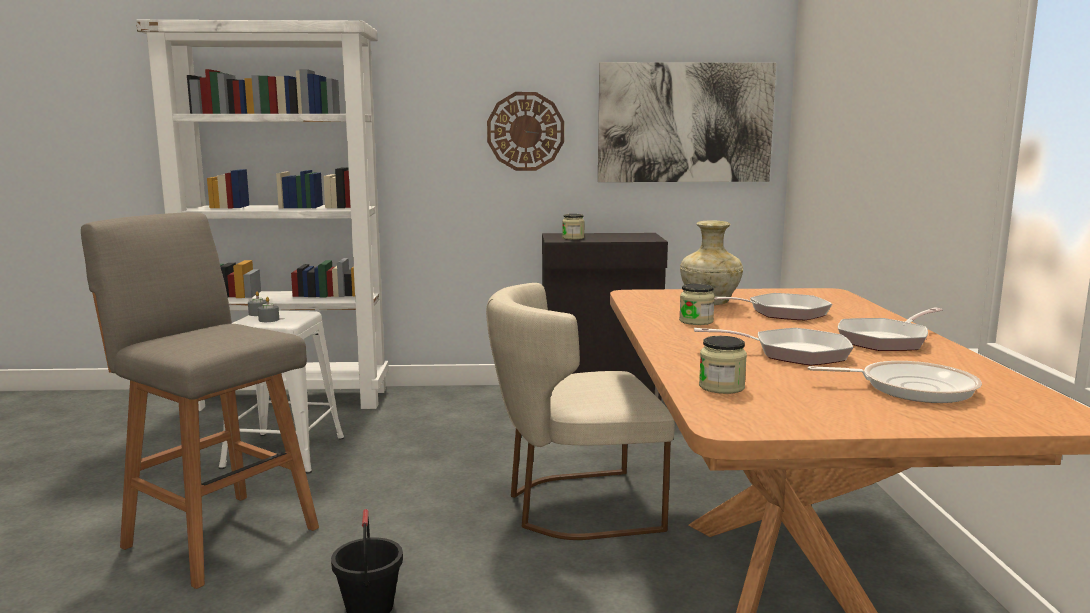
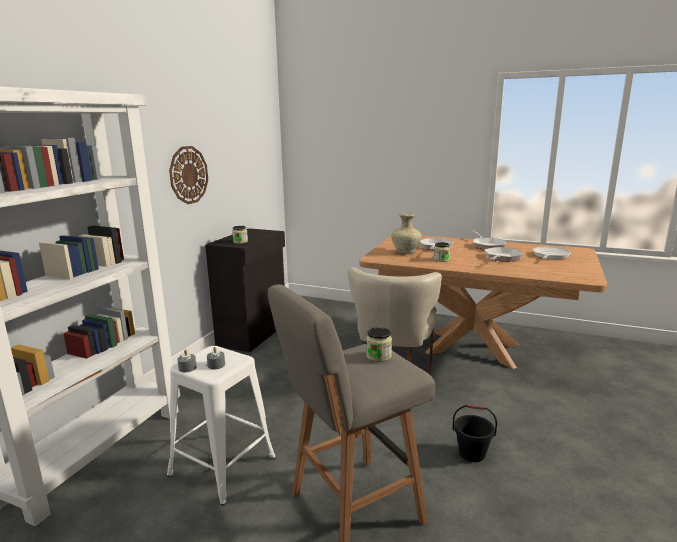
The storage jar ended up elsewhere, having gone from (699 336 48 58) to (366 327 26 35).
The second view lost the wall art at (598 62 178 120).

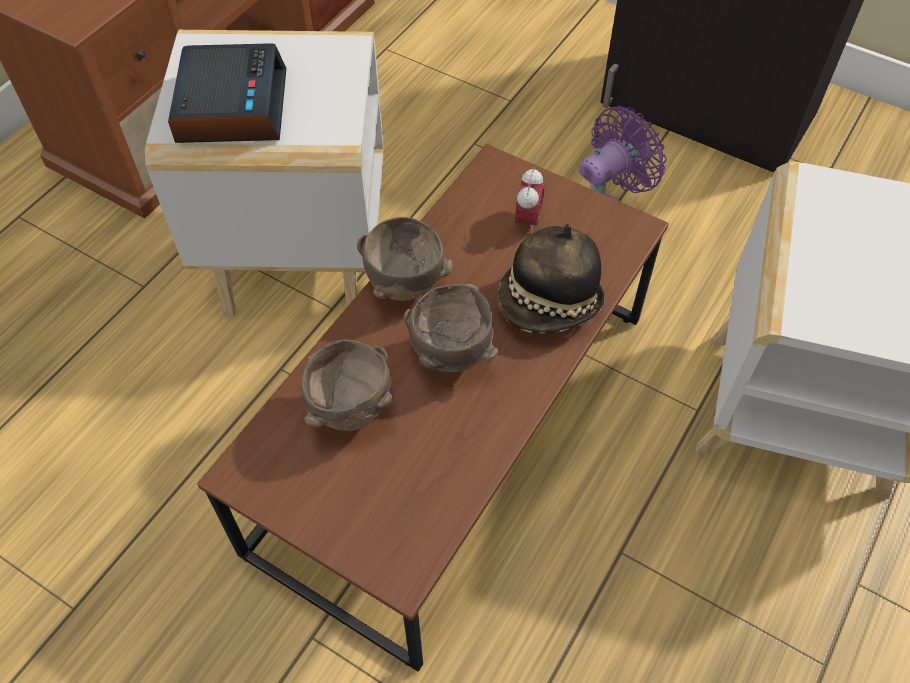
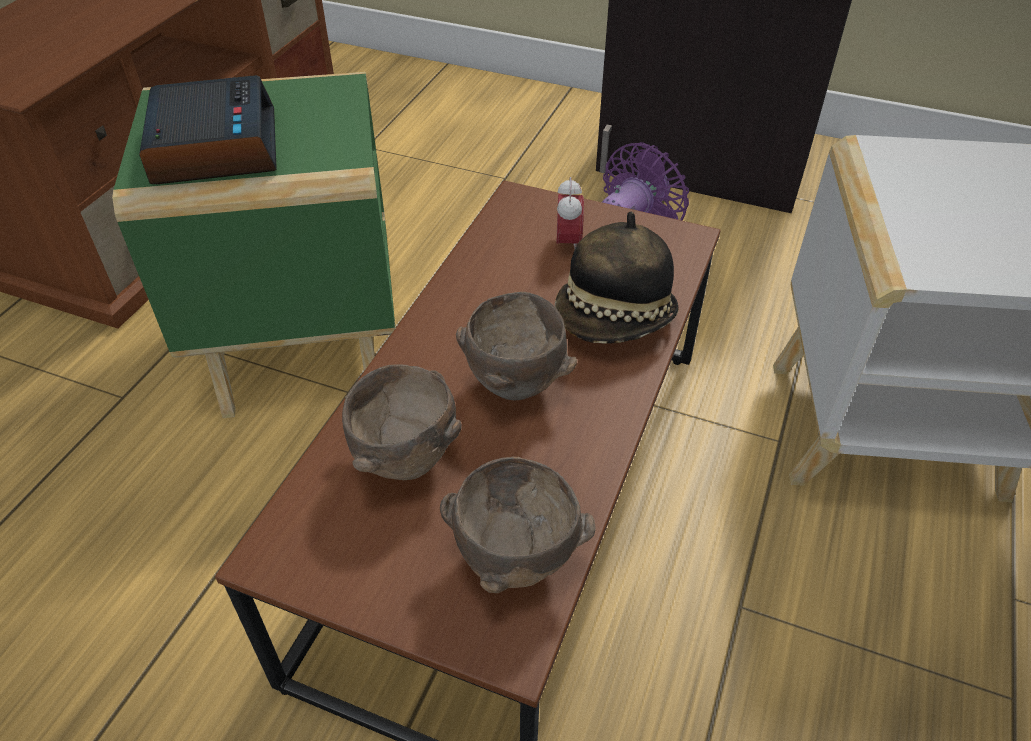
What was the white-coloured side table at (145 30 239 288) turned into the greenish side table at (112 72 283 346).
The brown bowl ended up elsewhere, having gone from (357 217 96 84) to (440 457 156 136).

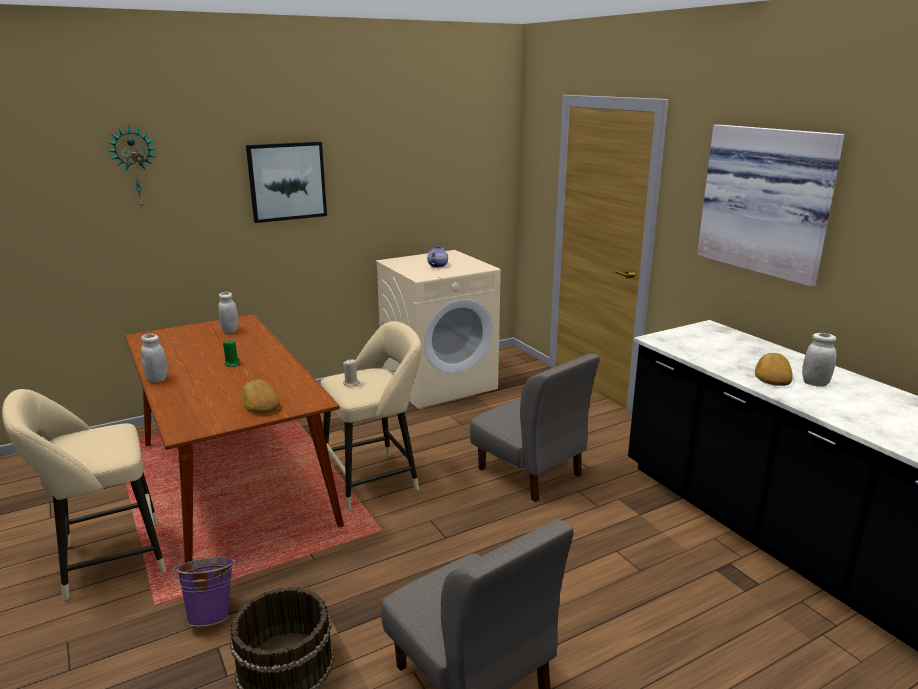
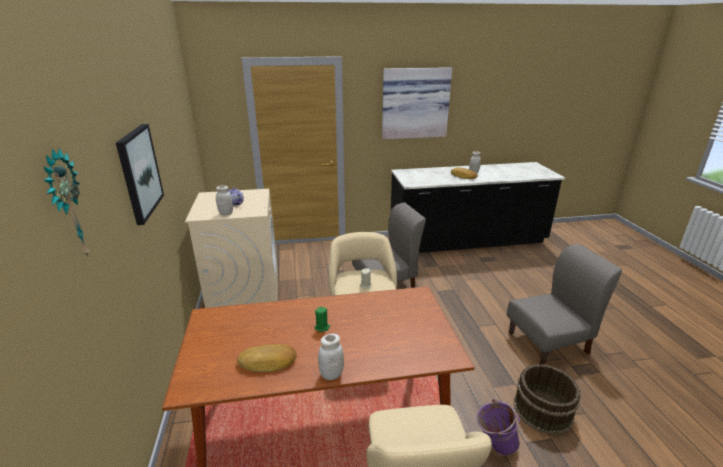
The white-coloured storage jar ended up elsewhere, having gone from (219 292 19 41) to (216 186 17 29).
The bakery bread ended up elsewhere, having gone from (241 380 39 34) to (237 344 60 28).

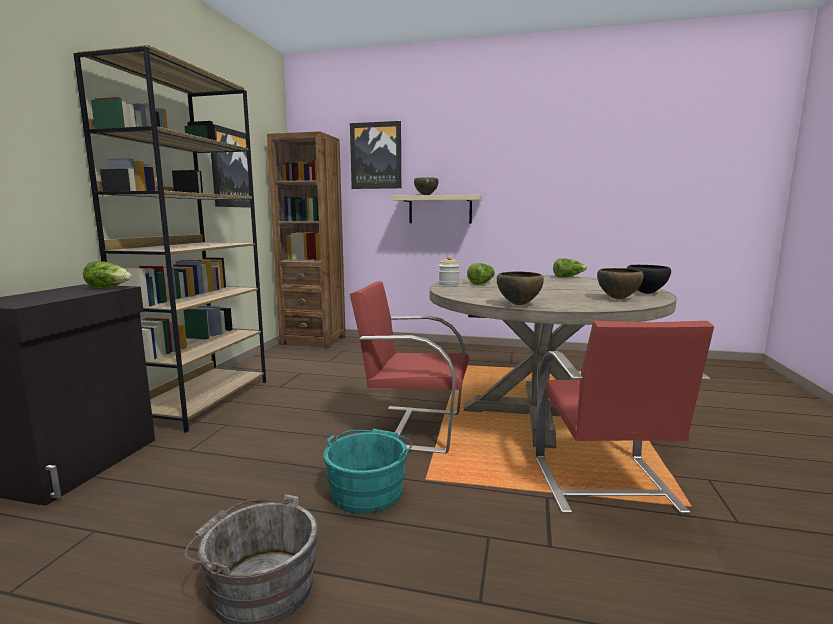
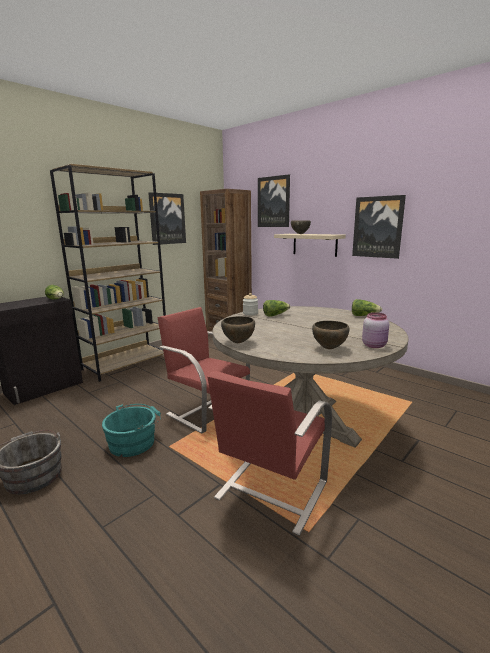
The second view gained the wall art at (352 195 54 64).
Where the black-coloured bowl stood at (627 265 44 29), the pink storage jar came to stand at (362 312 27 36).

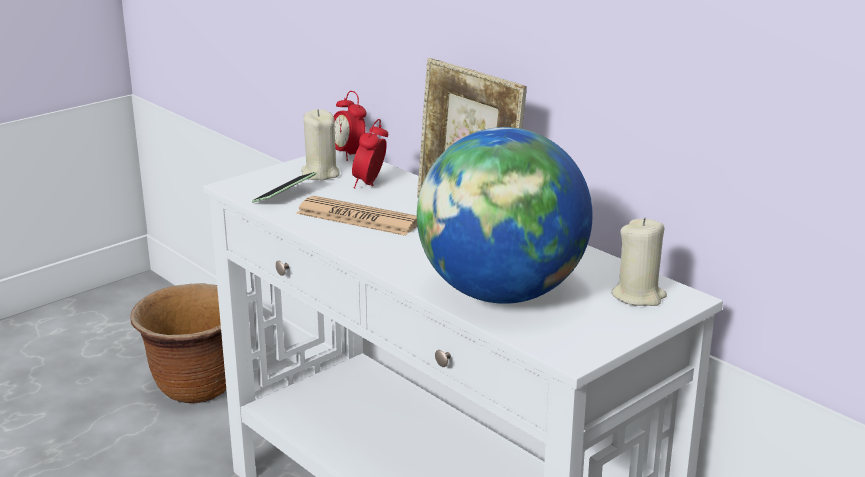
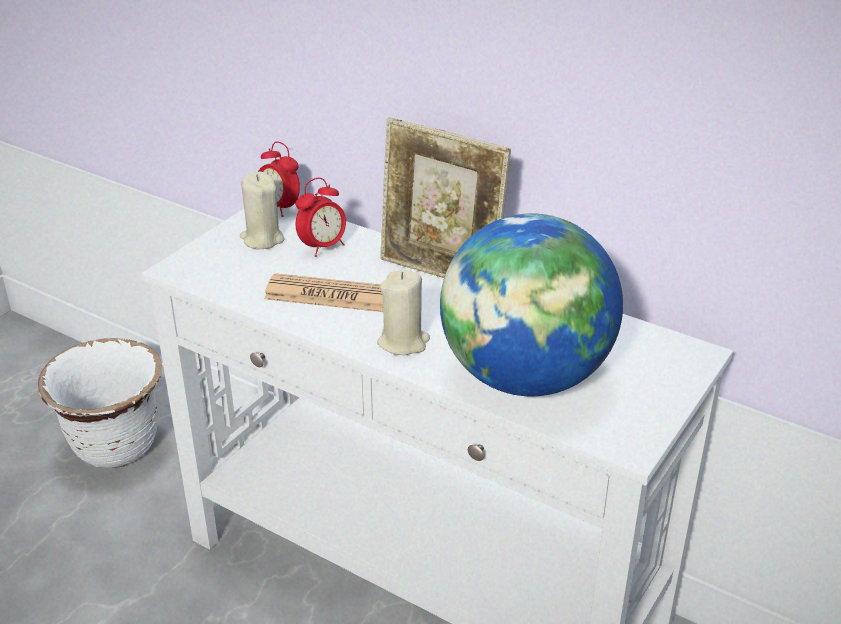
What was the brown planter at (130 283 96 121) turned into the white-coloured planter at (38 338 125 130).
The alarm clock at (352 119 36 70) ended up facing another way, 135 degrees counterclockwise from before.
The beige candle ended up elsewhere, having gone from (611 218 56 88) to (377 270 53 85).
The second view lost the telephone at (252 172 65 31).

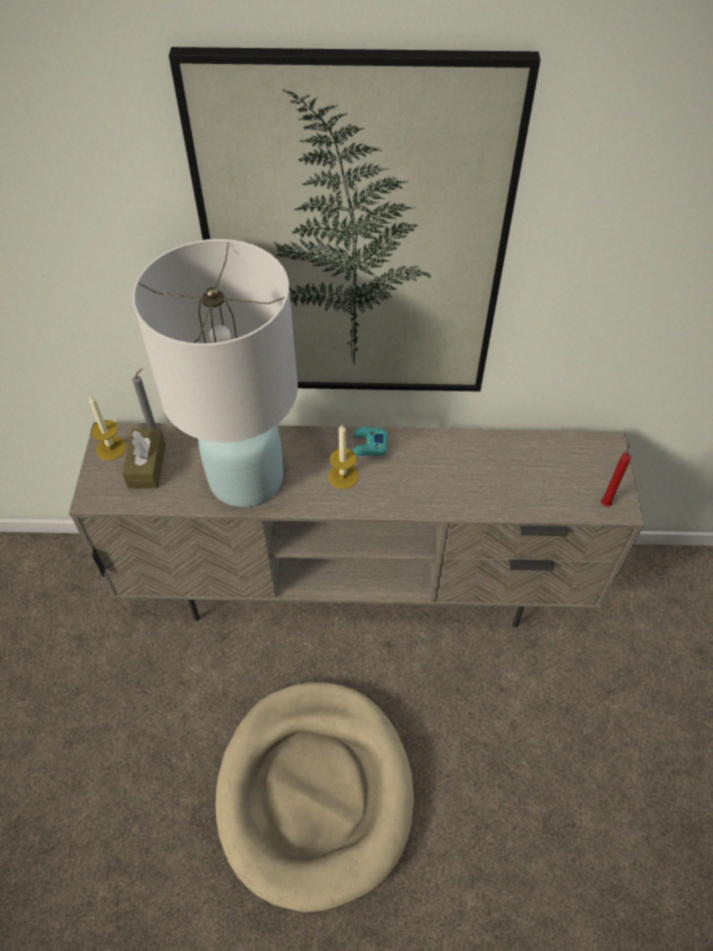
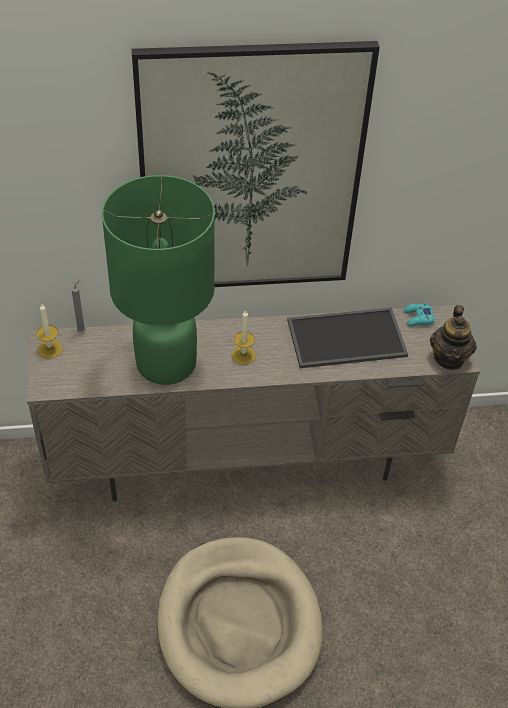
What was the white-coloured tabletop lamp at (132 239 166 268) turned into the greenish tabletop lamp at (102 175 113 210).
The second view gained the tray at (287 307 121 61).
The turquoise-coloured game controller ended up elsewhere, having gone from (352 427 35 29) to (404 303 31 23).
Where the reddish candle stood at (601 443 30 64), the tea pot came to stand at (430 305 47 65).
The second view lost the brown tissue box at (122 429 44 60).

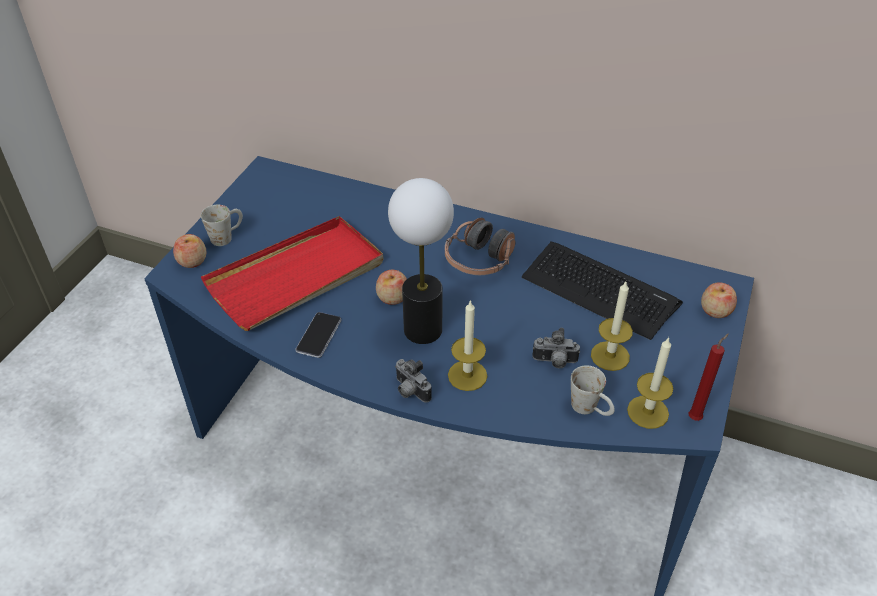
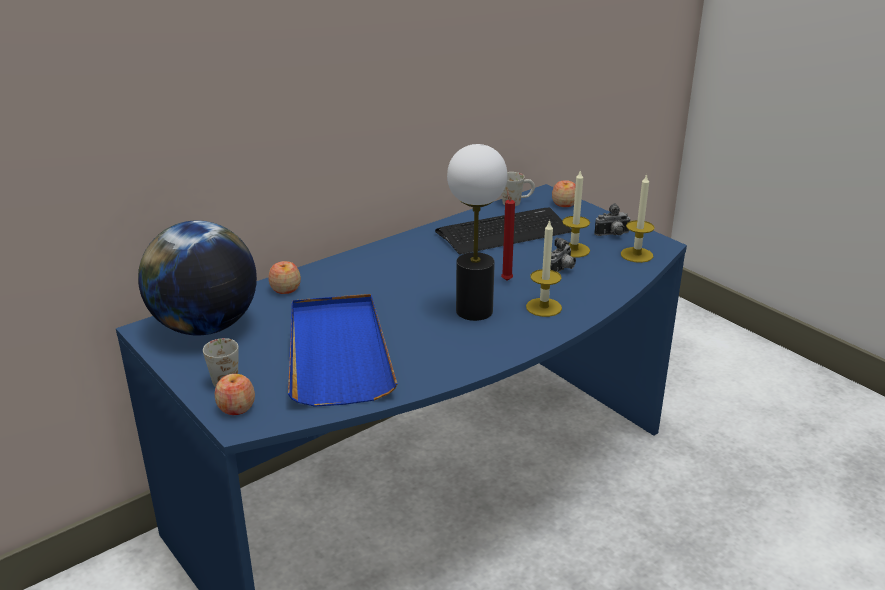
The second view gained the desk globe at (138 220 119 116).
The apple ended up elsewhere, having gone from (376 270 31 35) to (269 261 32 33).
What was the reddish tray at (201 216 182 115) turned into the bluish tray at (288 294 109 113).
The reddish candle ended up elsewhere, having gone from (689 333 40 88) to (501 188 14 93).
The white-coloured tea mug ended up elsewhere, having gone from (571 365 44 51) to (502 172 33 34).
The still camera ended up elsewhere, having gone from (395 359 37 44) to (594 203 37 33).
The second view lost the telephone at (295 312 46 46).
The second view lost the headset at (445 217 71 58).

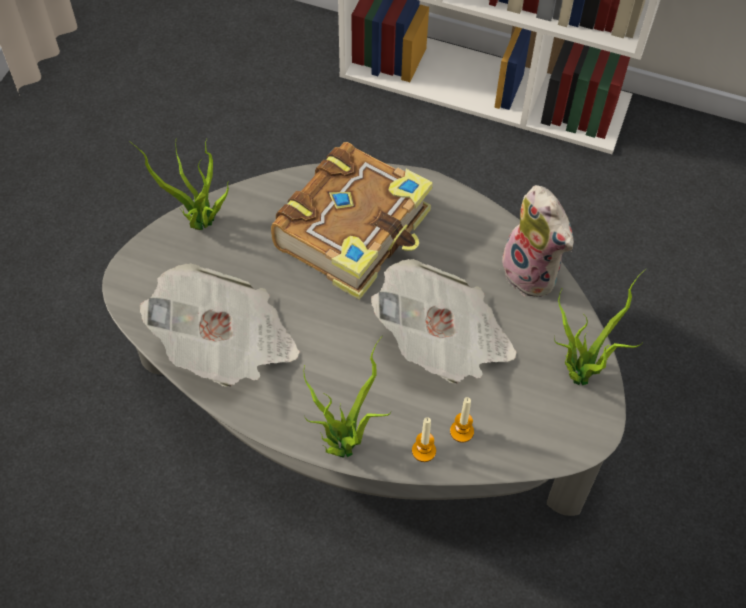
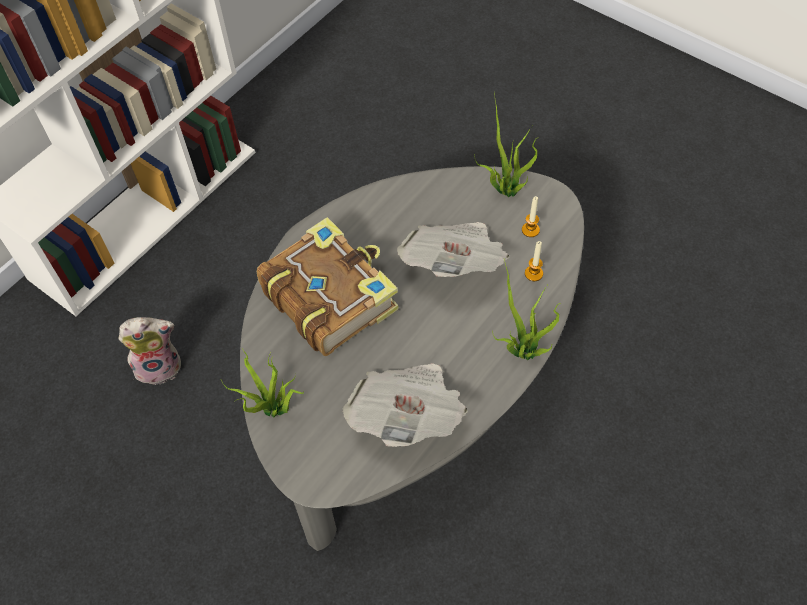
The soft toy ended up elsewhere, having gone from (502 185 72 112) to (118 317 63 68).
The candle ended up elsewhere, having gone from (412 417 24 45) to (522 196 18 41).

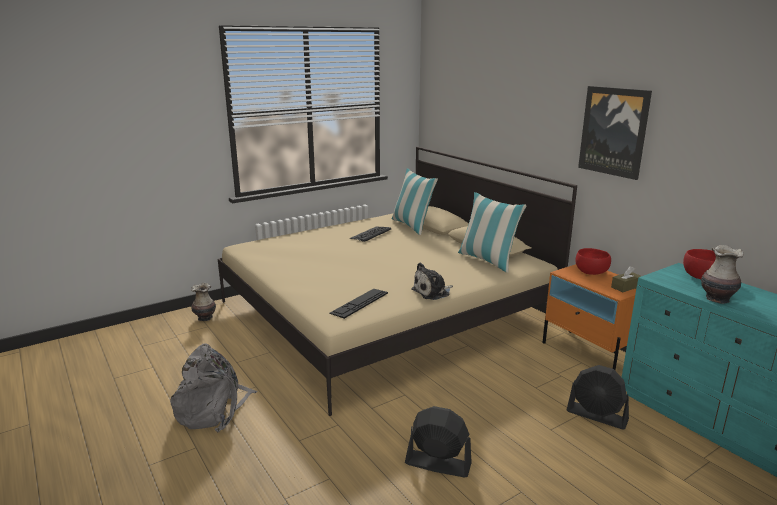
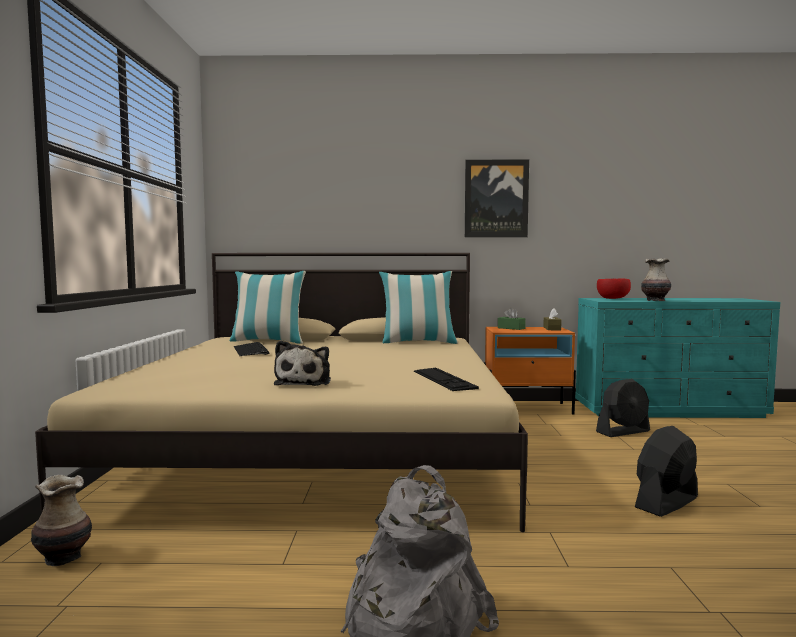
The soft toy ended up elsewhere, having gone from (411 262 42 38) to (274 340 57 46).
Where the reddish bowl stood at (575 248 36 27), the greenish tissue box came to stand at (498 308 28 22).

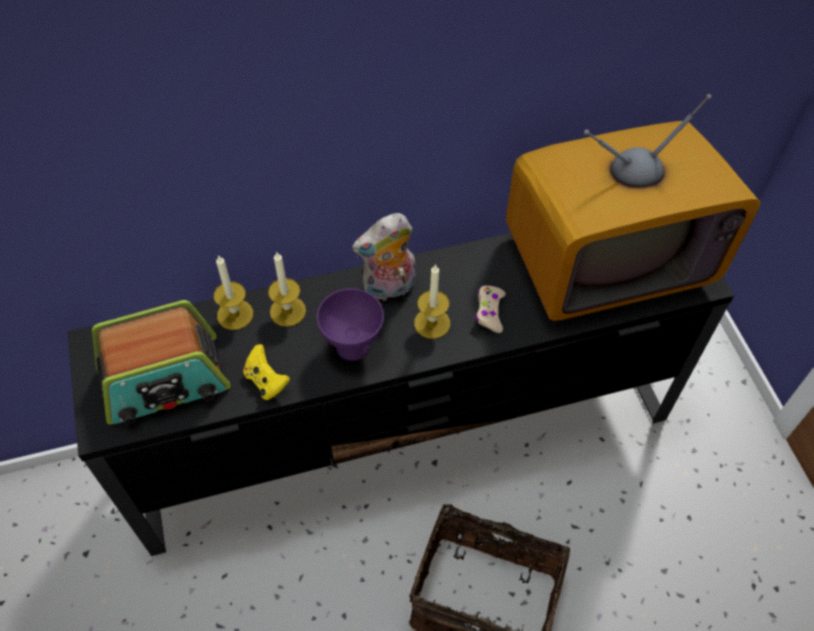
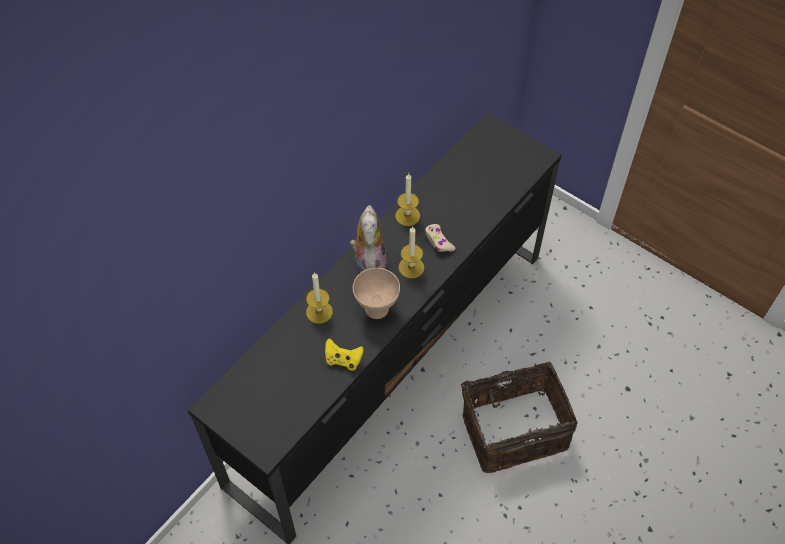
The soft toy at (352 213 63 88) ended up facing another way, 150 degrees clockwise from before.
What was the purplish bowl at (317 288 67 73) turned into the beige bowl at (353 268 47 51).
The candle ended up elsewhere, having gone from (213 255 40 75) to (395 173 25 53).
The second view lost the radio set at (92 300 139 125).
The second view lost the TV set at (506 94 255 227).

